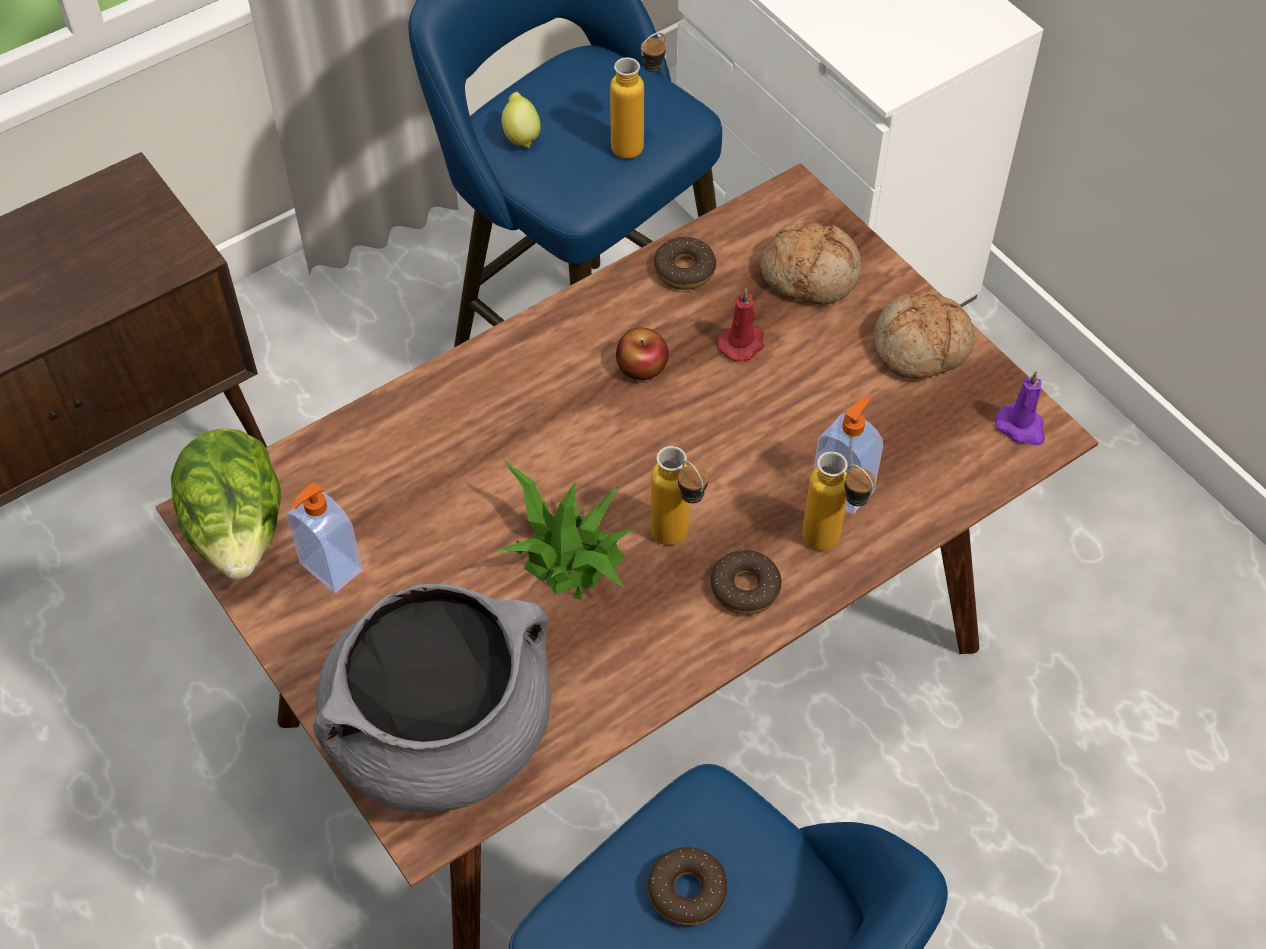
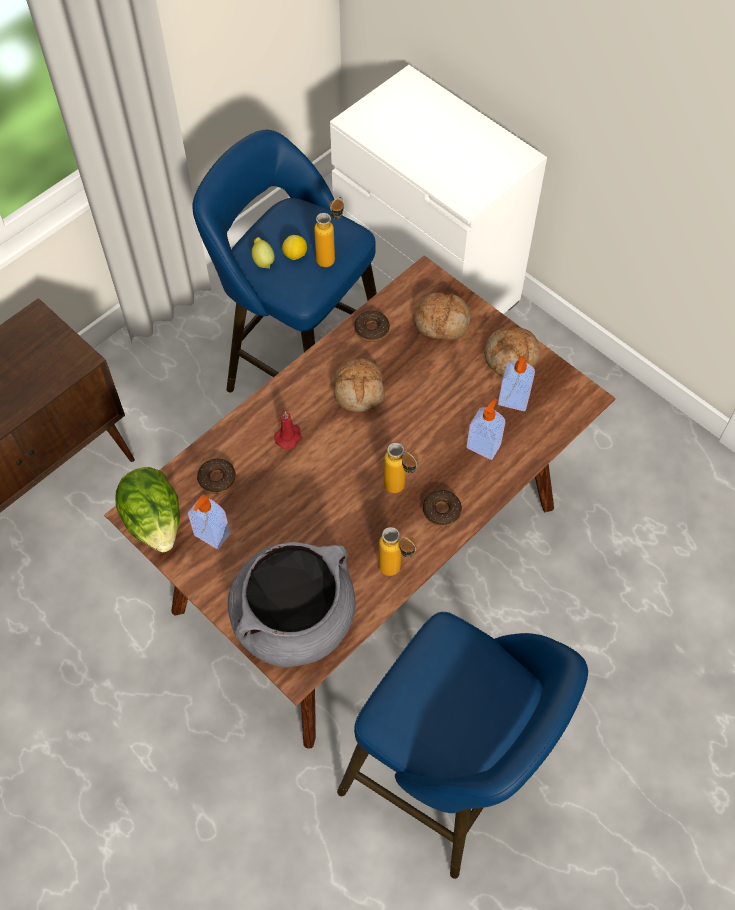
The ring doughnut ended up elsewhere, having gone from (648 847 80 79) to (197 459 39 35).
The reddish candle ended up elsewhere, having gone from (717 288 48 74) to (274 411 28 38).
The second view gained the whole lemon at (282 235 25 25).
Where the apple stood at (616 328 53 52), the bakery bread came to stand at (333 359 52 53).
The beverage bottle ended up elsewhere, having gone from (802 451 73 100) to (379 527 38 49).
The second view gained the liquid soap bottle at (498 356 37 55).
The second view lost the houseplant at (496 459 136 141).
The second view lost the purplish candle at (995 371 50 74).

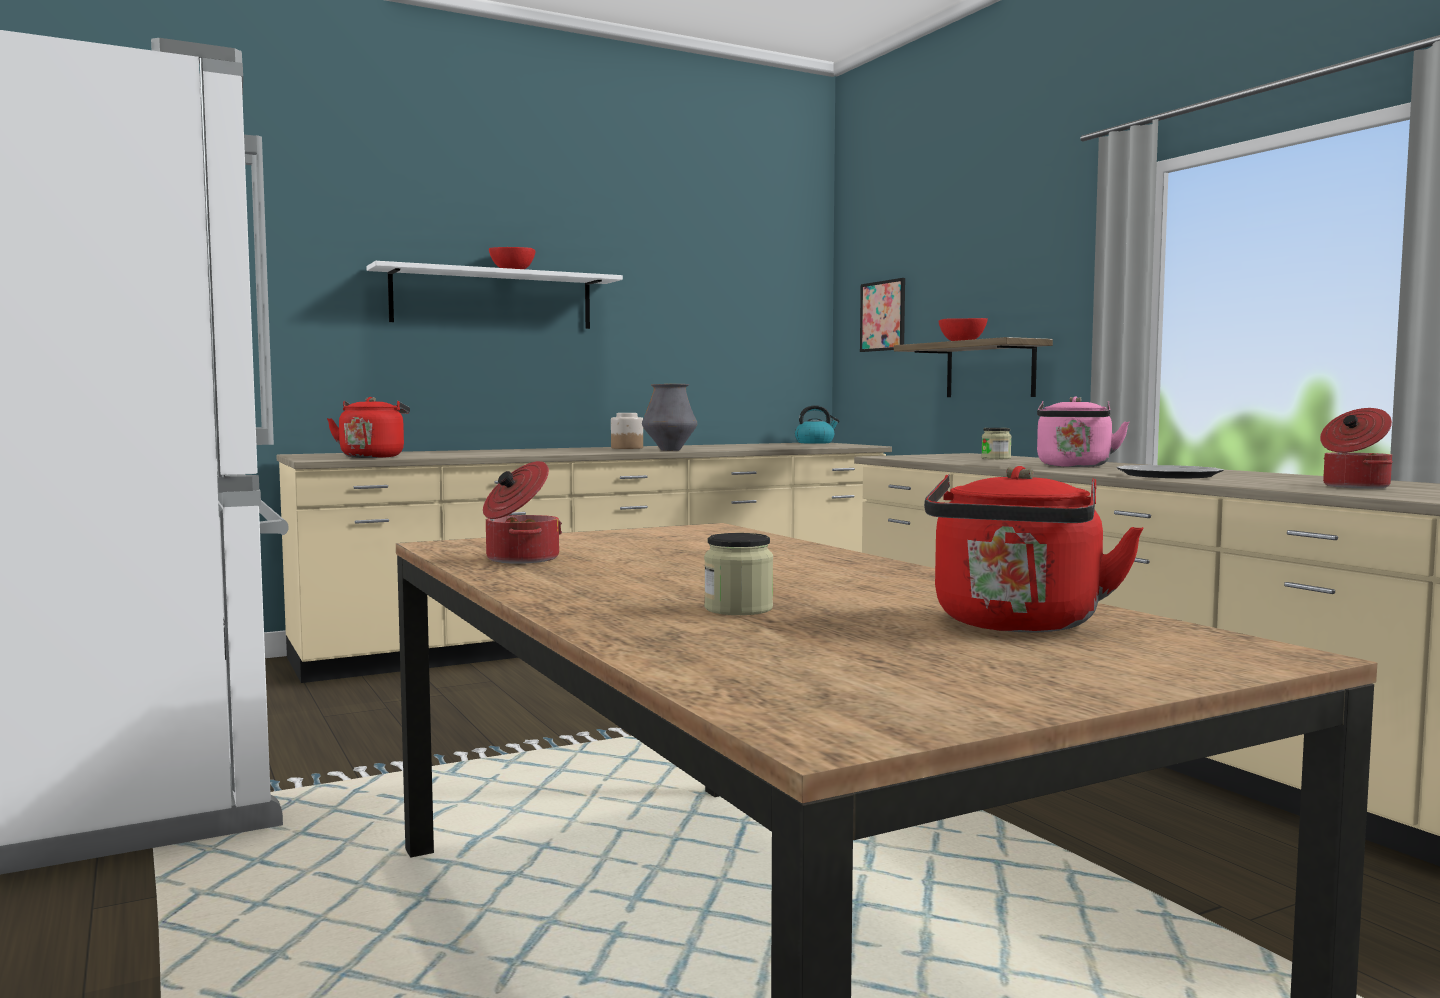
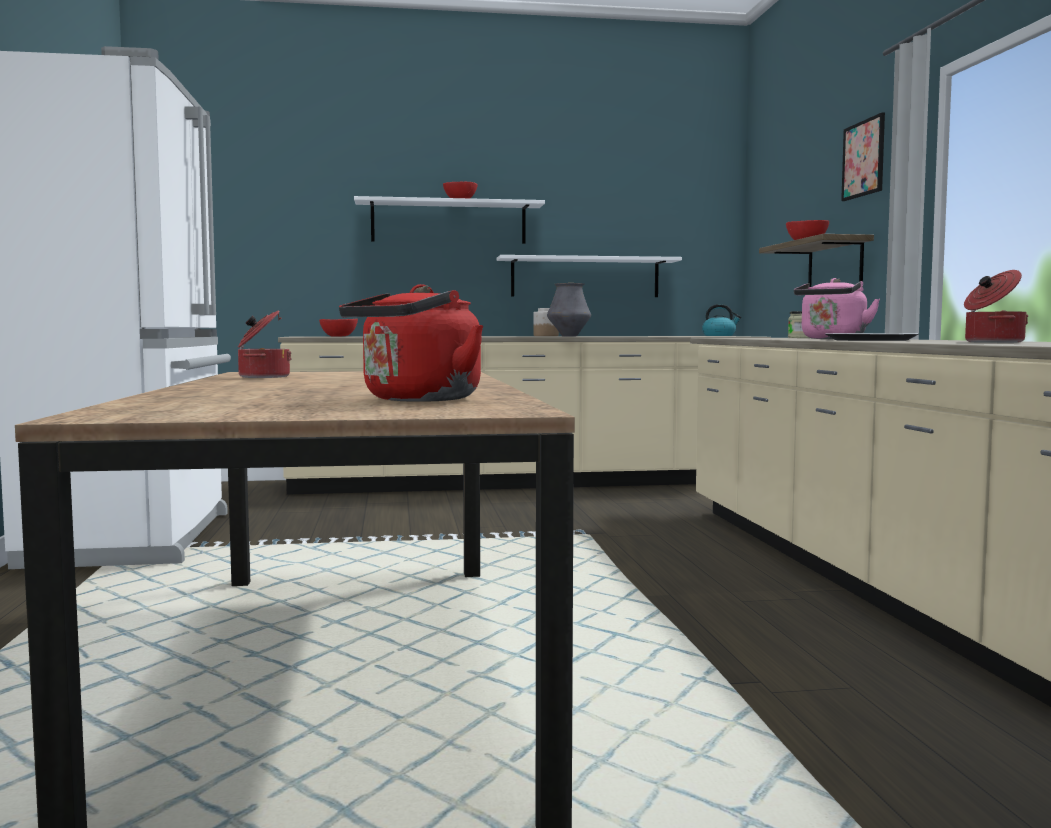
Where the reddish tea kettle stood at (327 397 83 61), the reddish bowl came to stand at (319 319 39 18).
The second view gained the white-coloured bracket shelf at (497 255 185 42).
The wall art ended up elsewhere, having gone from (860 278 45 74) to (841 112 44 89).
The second view lost the storage jar at (704 533 69 82).

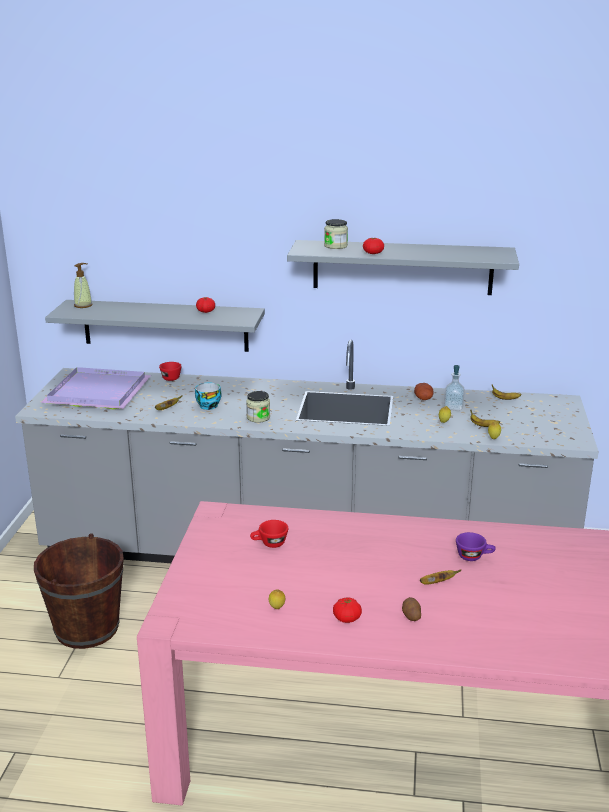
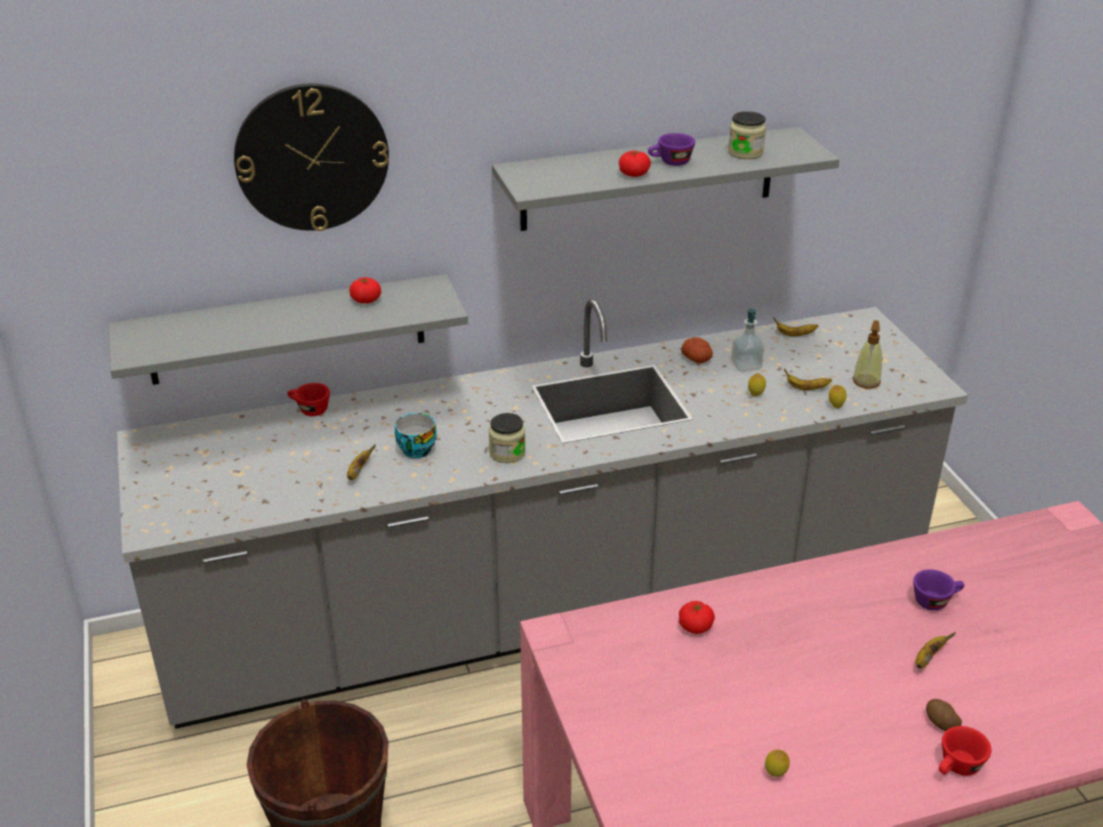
The second view gained the hanging clock at (234 83 155 148).
The second view gained the purplish cup at (648 133 47 33).
The tomato ended up elsewhere, having gone from (333 597 29 26) to (679 601 36 33).
The storage jar ended up elsewhere, having gone from (324 219 24 30) to (728 111 38 48).
The liquid soap bottle ended up elsewhere, having gone from (74 263 19 45) to (853 320 29 69).
The reddish cup ended up elsewhere, having gone from (250 520 38 28) to (939 726 52 50).
The second view lost the purplish tray at (40 367 111 42).

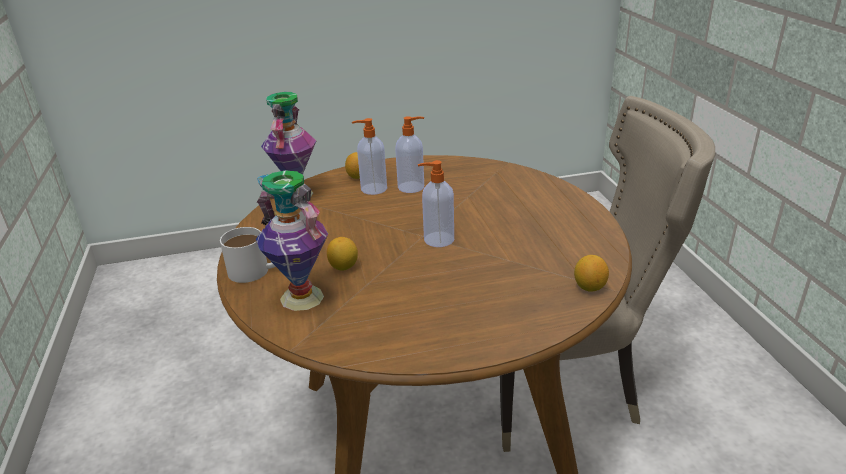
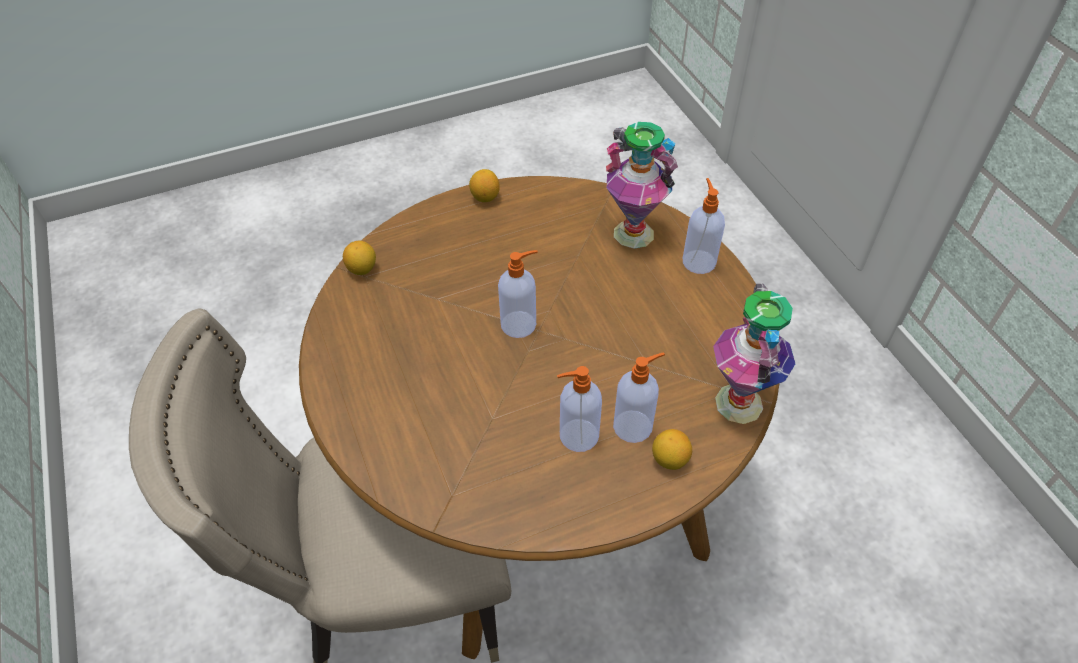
The whole lemon ended up elsewhere, having gone from (327 237 31 34) to (469 169 31 33).
Where the white-coloured tea mug stood at (220 227 56 56), the liquid soap bottle came to stand at (683 178 42 96).

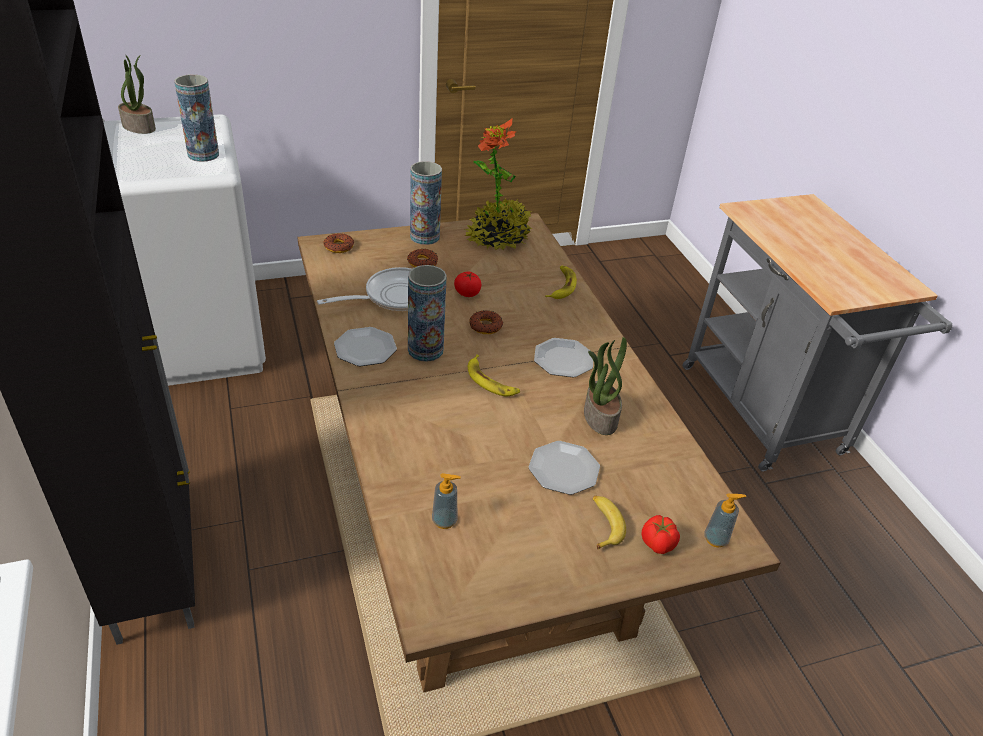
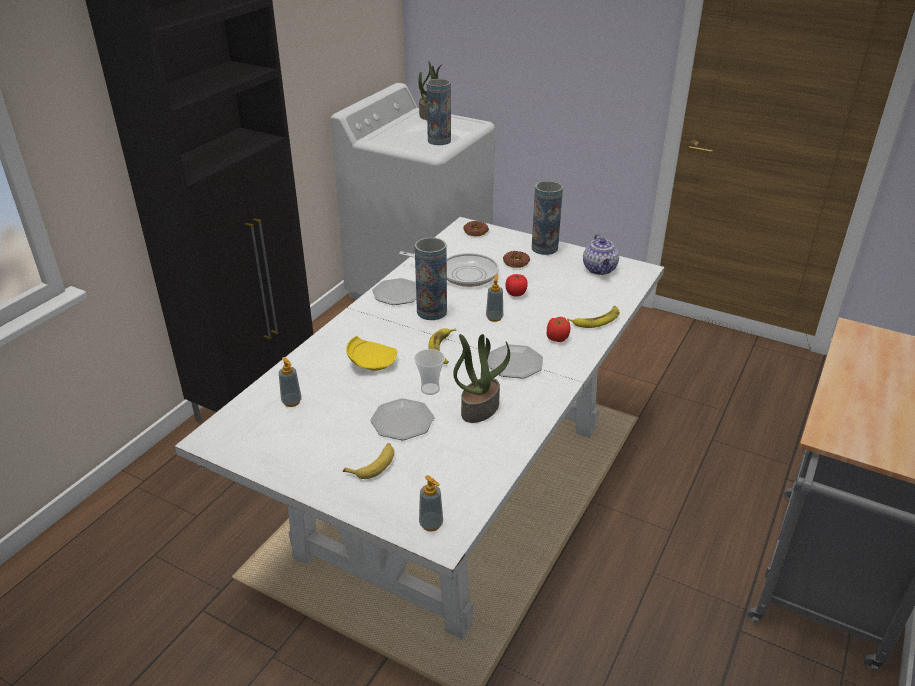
What was the brown dinner table at (297 213 484 479) turned into the white-coloured dinner table at (174 217 491 423).
The second view gained the yellowish plate at (346 336 52 35).
The second view gained the cup at (414 349 31 46).
Where the ring doughnut stood at (469 310 34 24), the liquid soap bottle came to stand at (486 274 17 48).
The tomato ended up elsewhere, having gone from (641 515 39 39) to (547 317 23 25).
Where the houseplant stood at (465 119 67 132), the tea pot came to stand at (583 234 36 41).

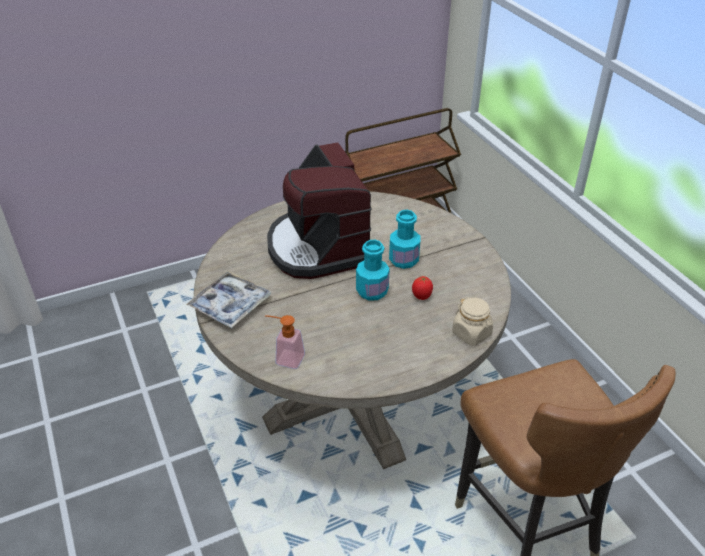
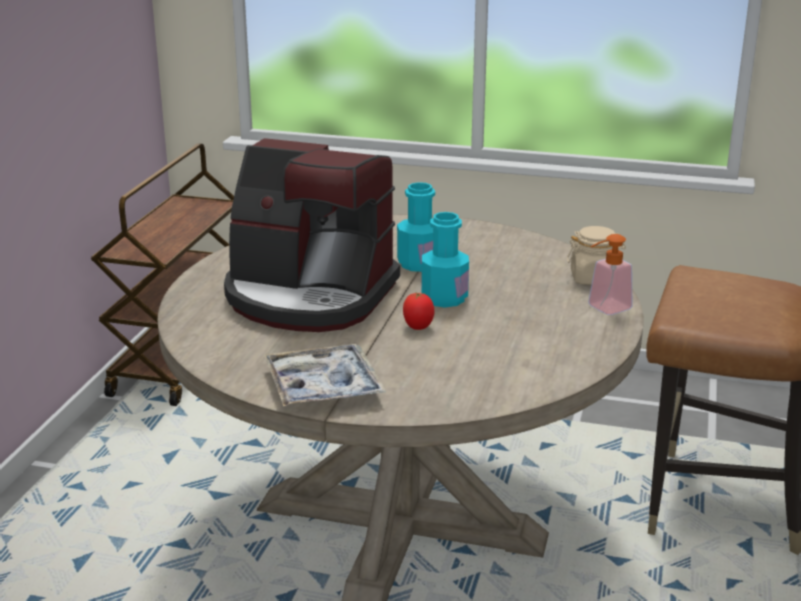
The tomato ended up elsewhere, having gone from (412 276 21 24) to (403 292 31 38).
The liquid soap bottle ended up elsewhere, having gone from (265 315 40 54) to (588 234 44 81).

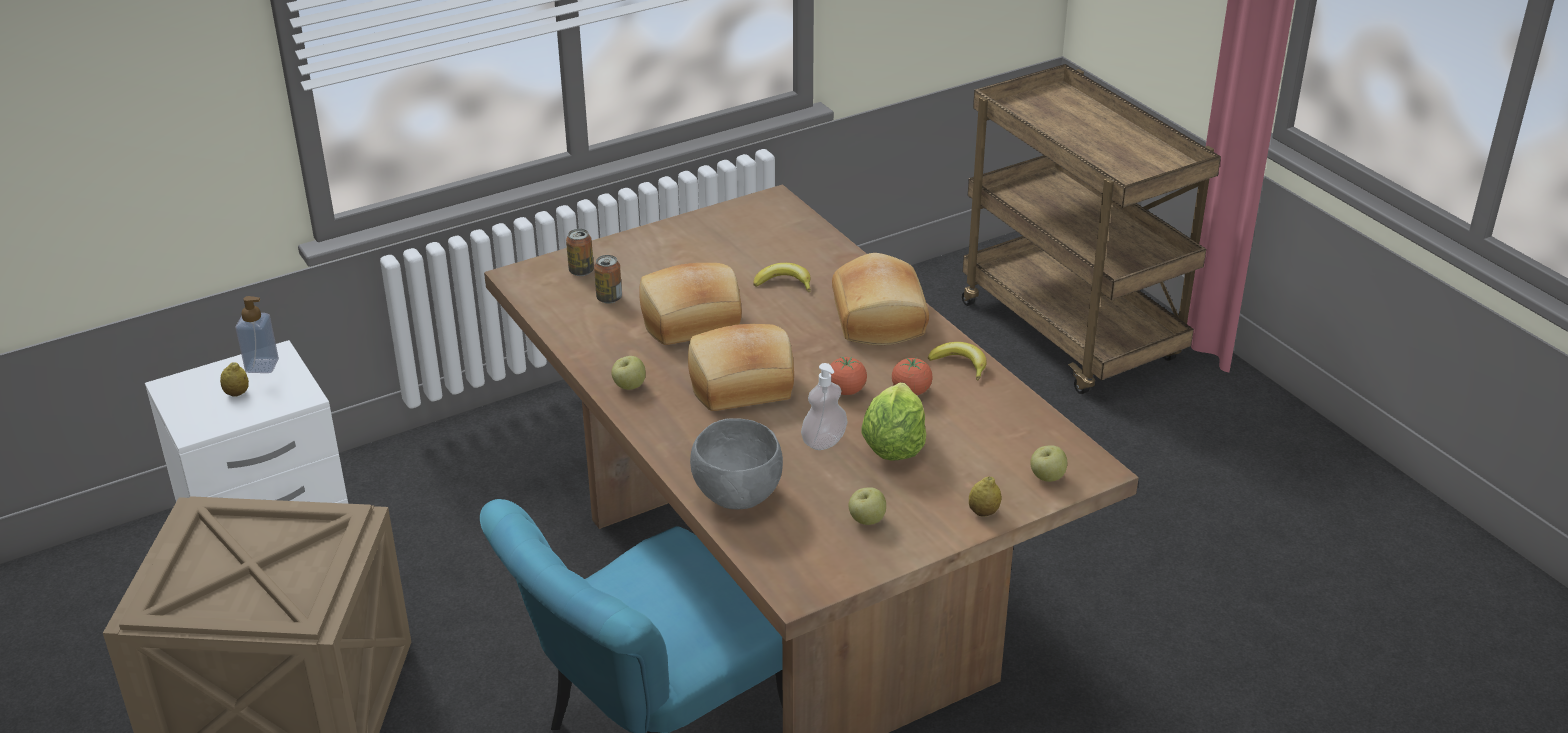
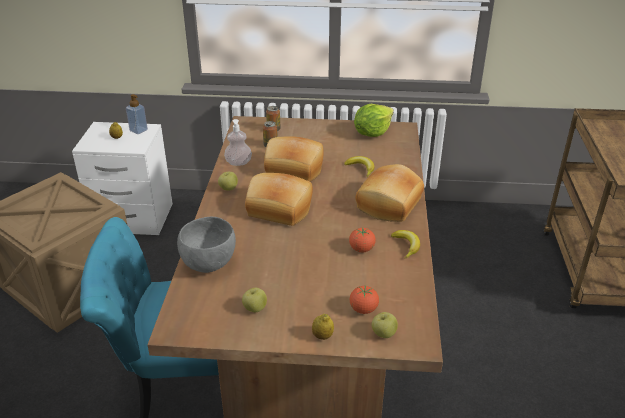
The liquid soap bottle ended up elsewhere, having gone from (801 363 47 87) to (224 119 28 47).
The tomato ended up elsewhere, having gone from (830 357 37 38) to (349 286 30 28).
The lettuce ended up elsewhere, having gone from (861 382 65 79) to (354 104 40 33).

